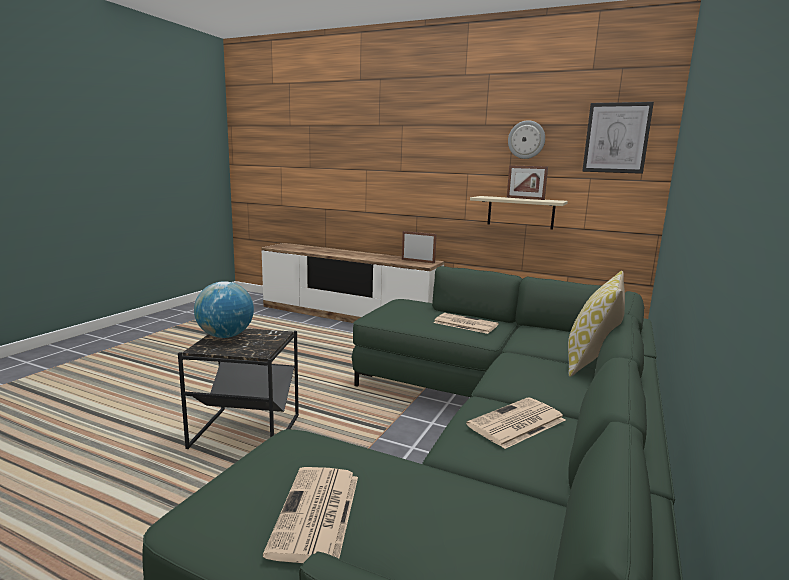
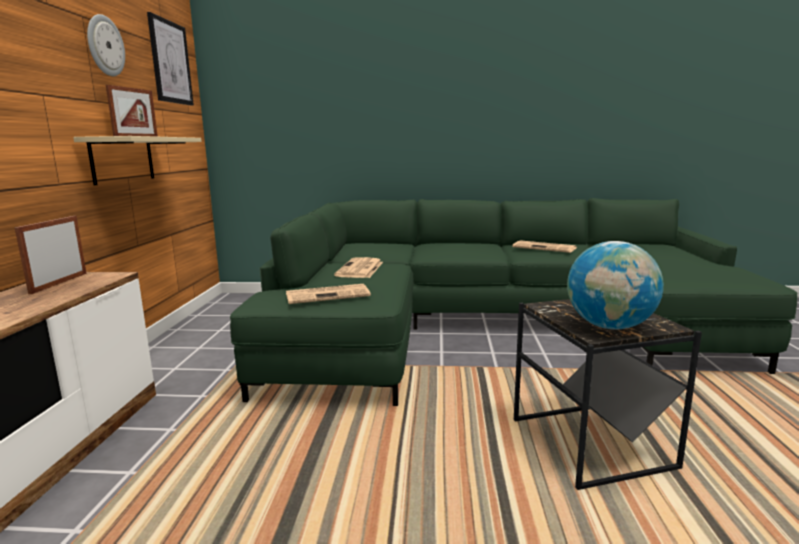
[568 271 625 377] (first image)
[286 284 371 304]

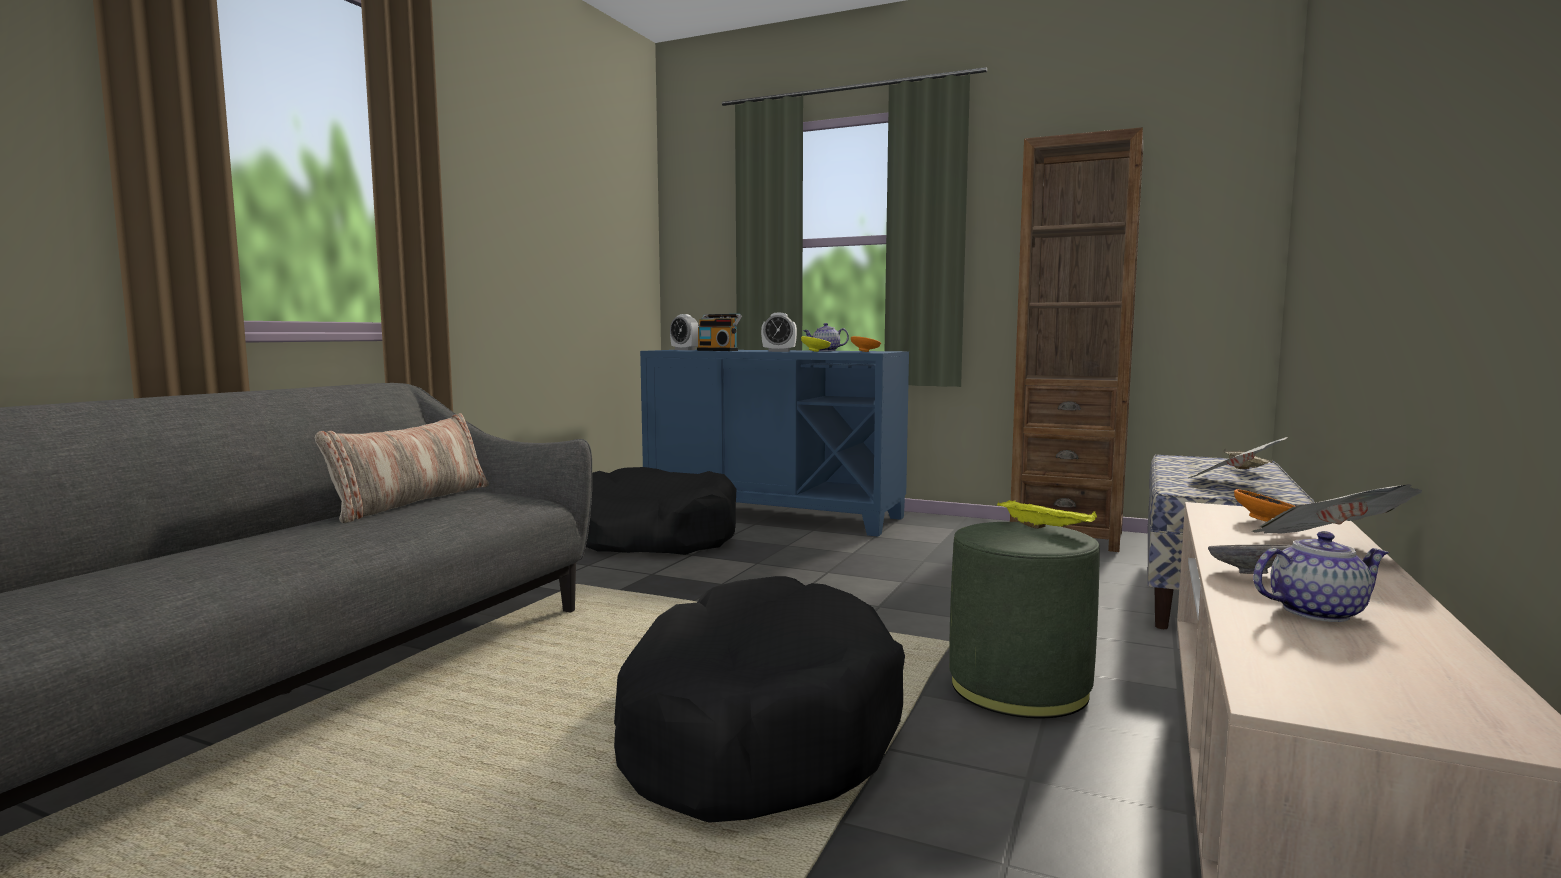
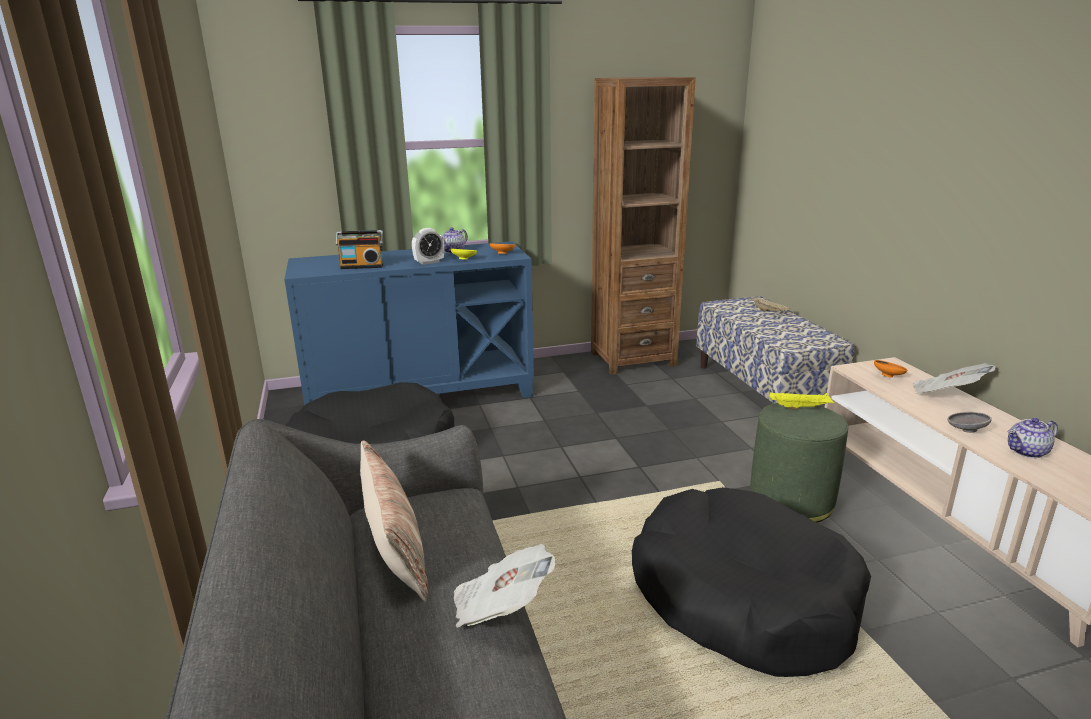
[670 314 699 350] (first image)
[454 544 555 628]
[1008 418 1058 458]

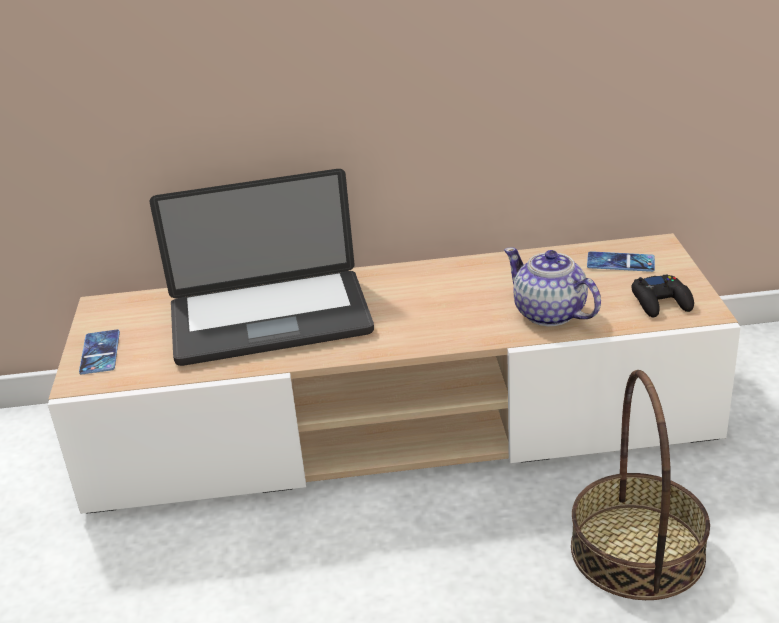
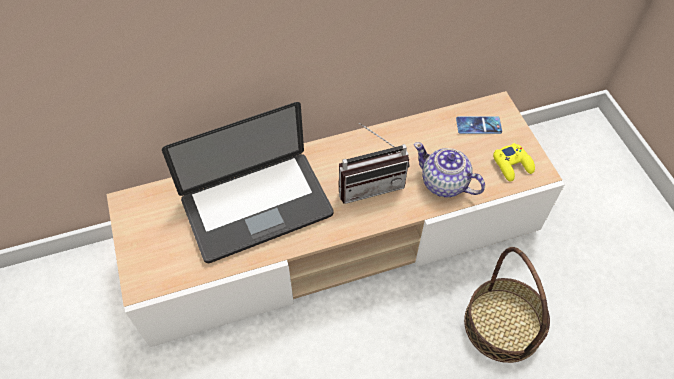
[79 330 120 374] (first image)
[339 123 410 204]
[493 143 535 182]

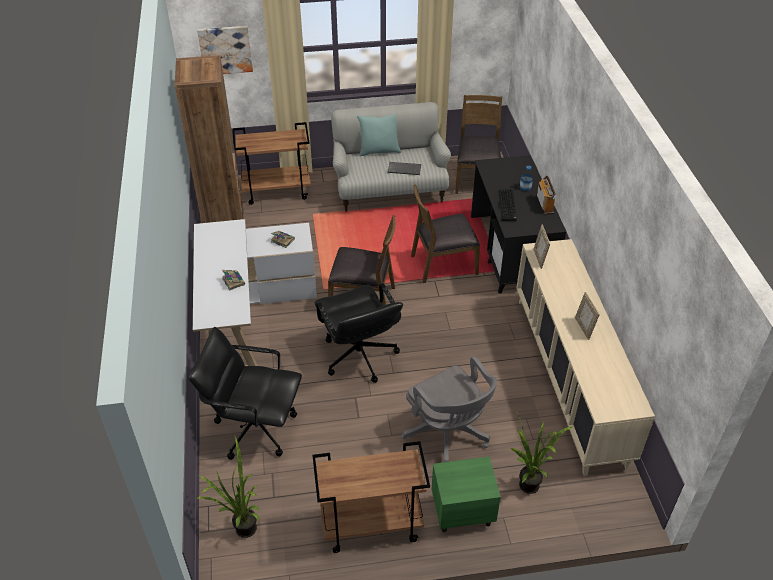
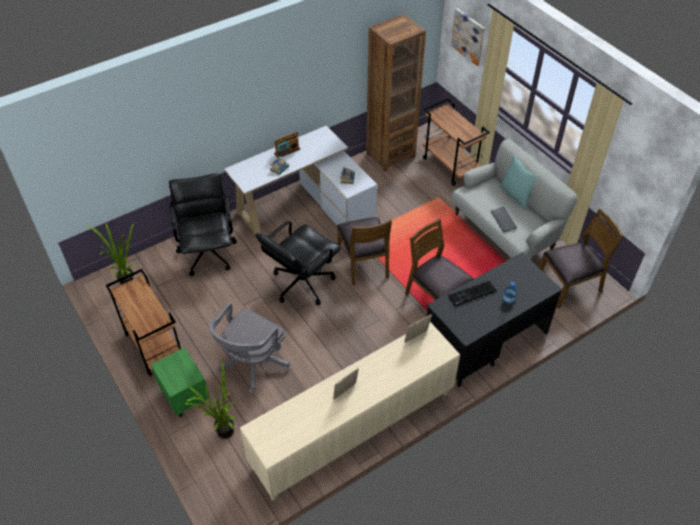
[274 132 300 158]

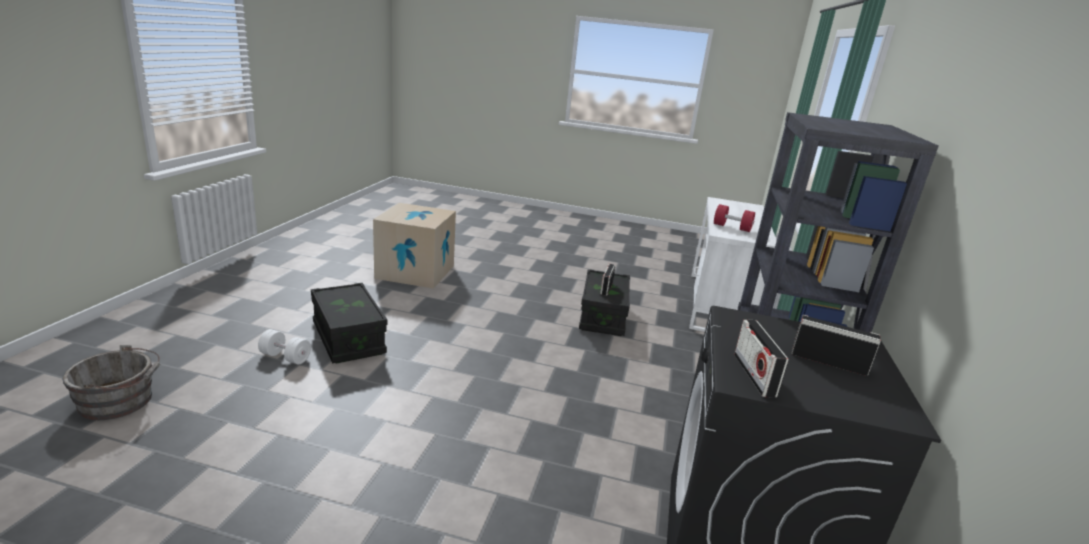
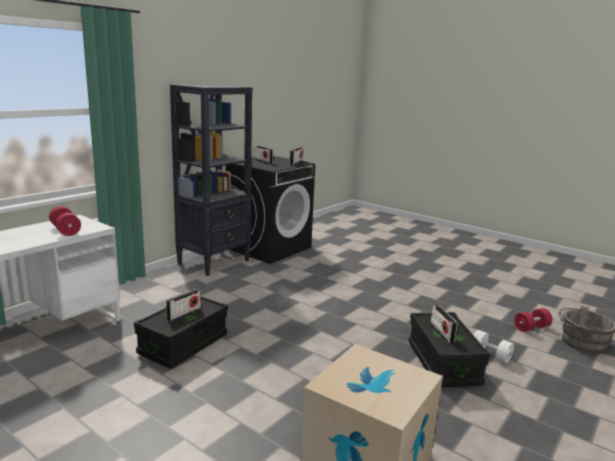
[430 305 458 343]
[514 308 552 332]

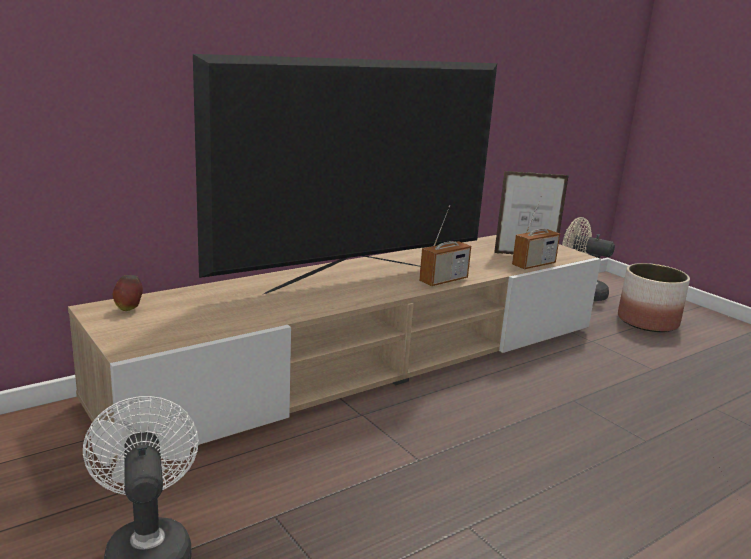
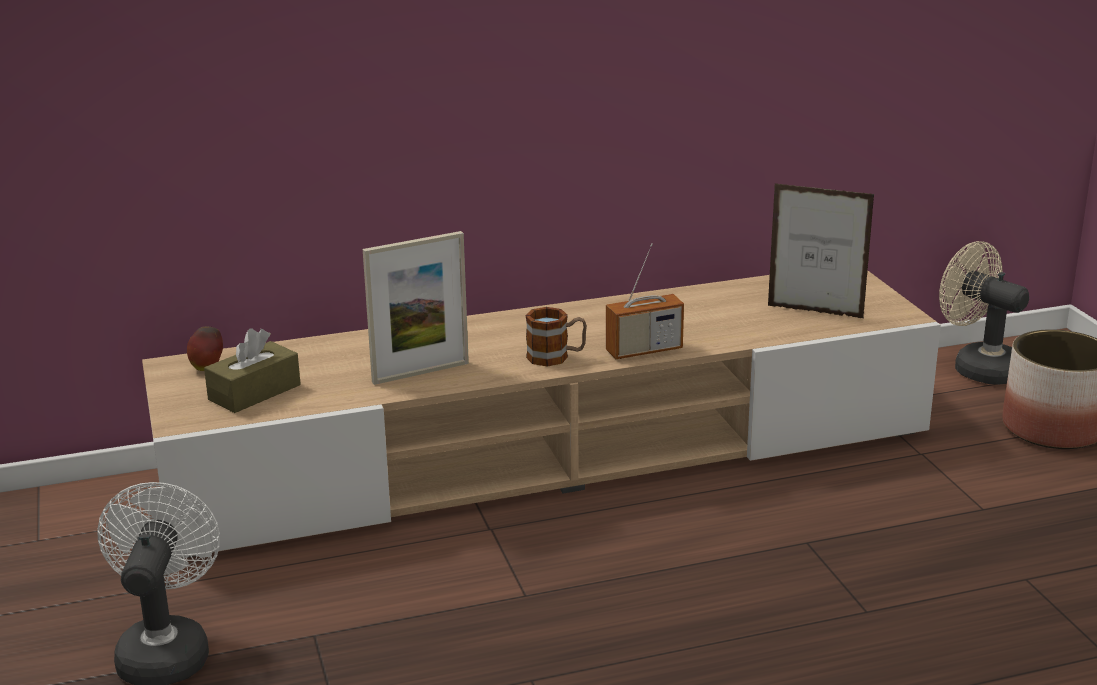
[193 54 497 294] (first image)
[512 196 560 269] (first image)
[204 329 301 413]
[363 231 469 385]
[526 307 587 366]

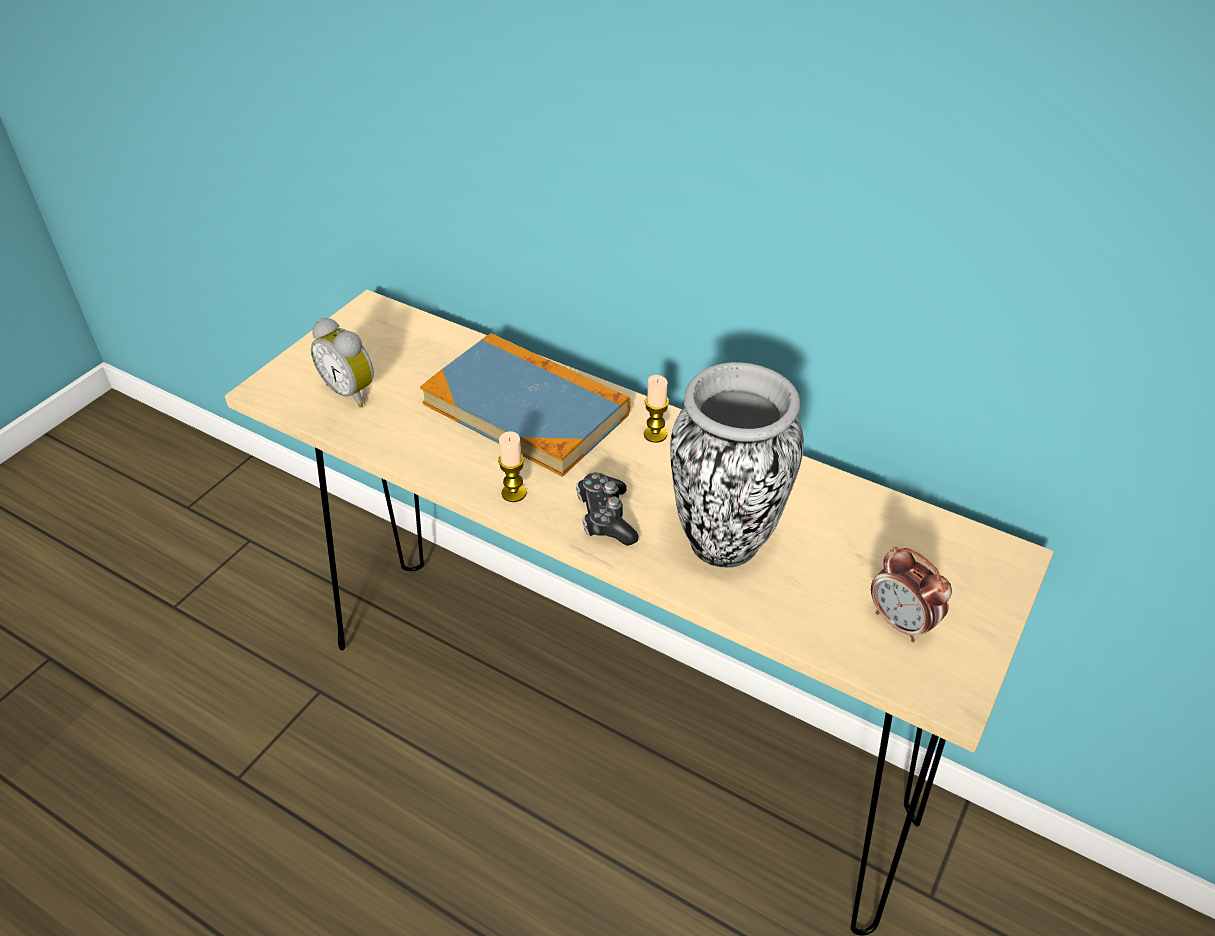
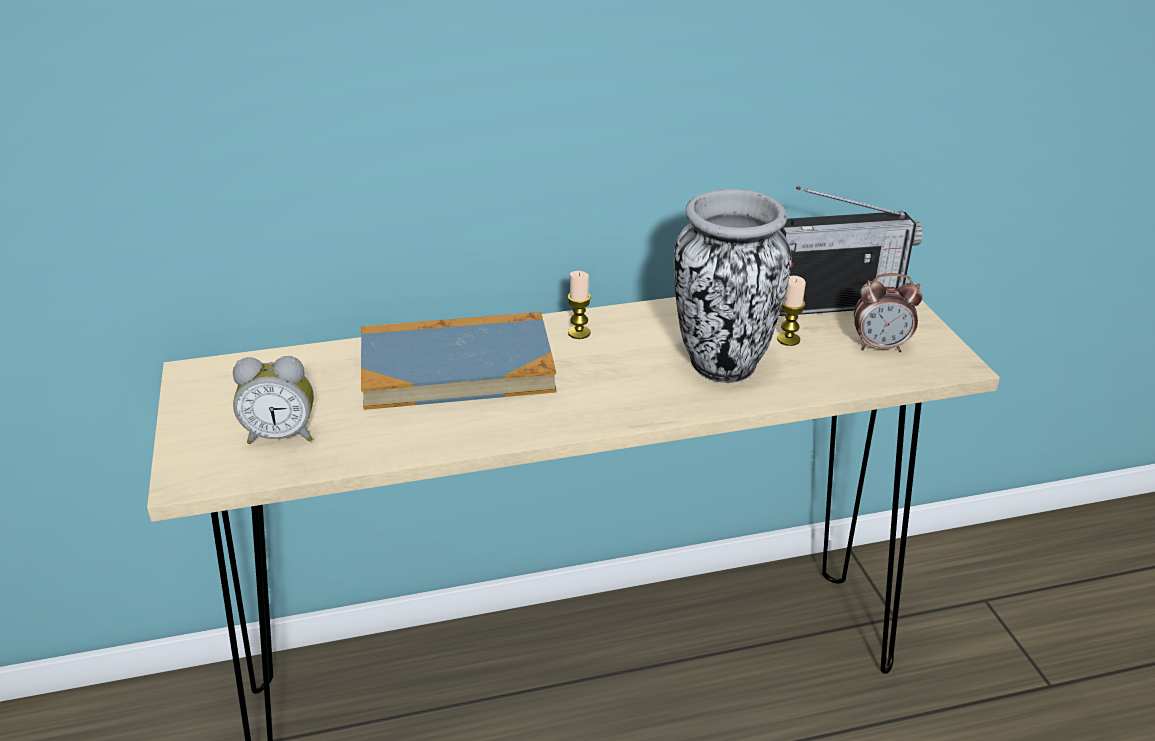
[576 473 638 546] (first image)
[779 186 923 316]
[777 276 806 346]

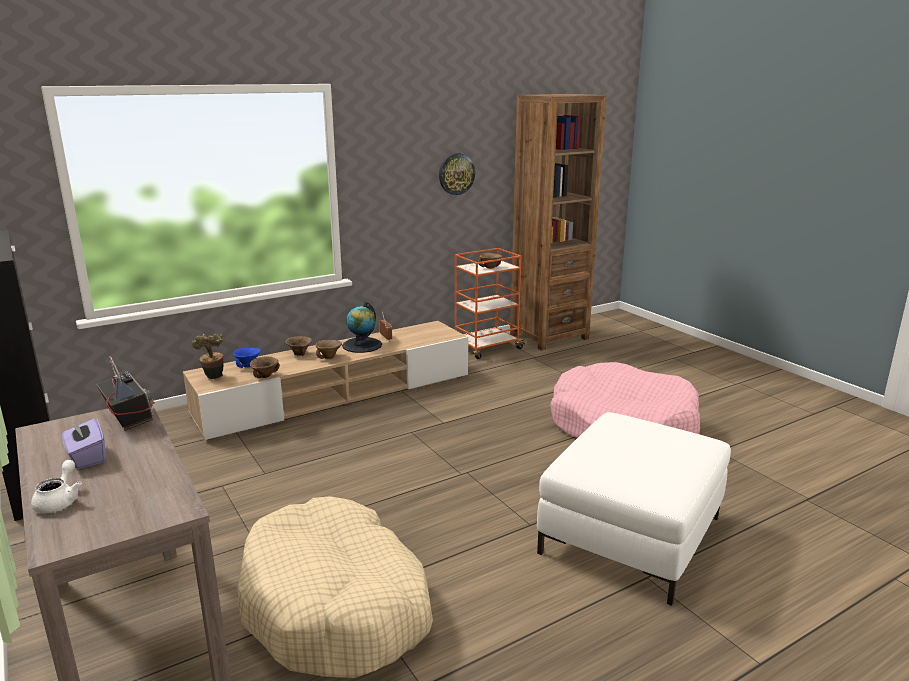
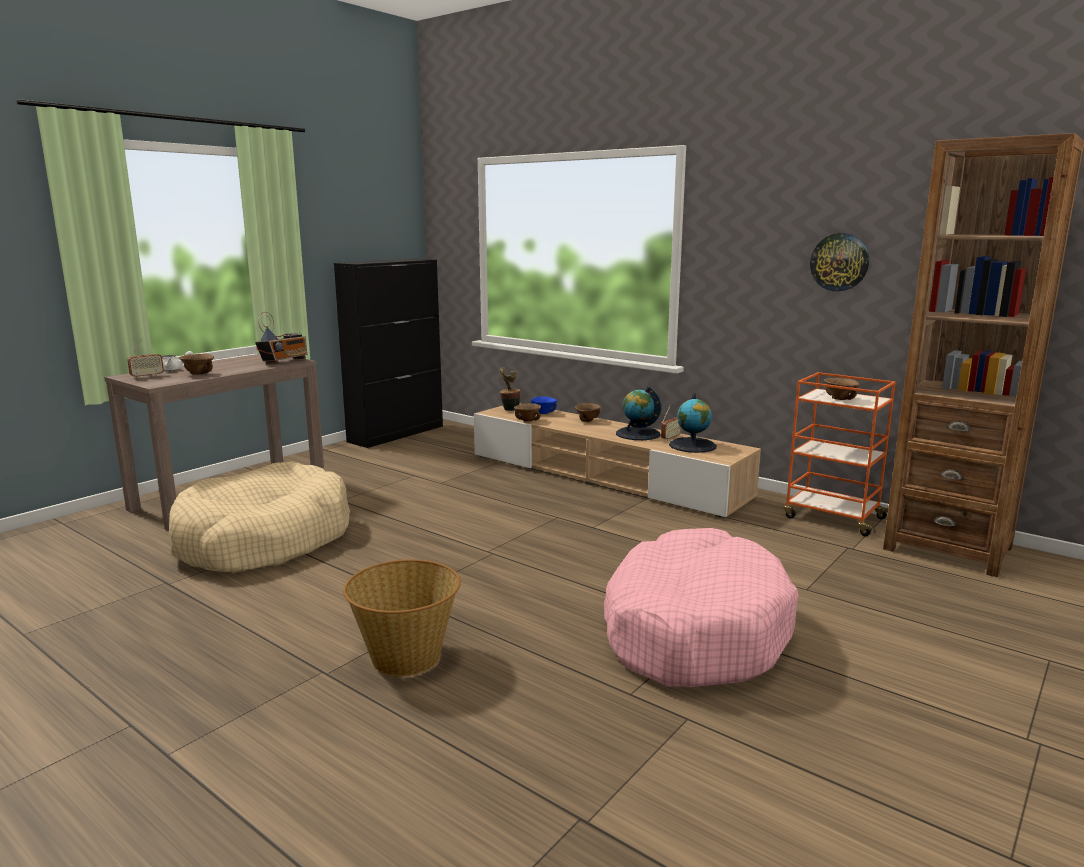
[62 418 105 469] (first image)
[127 339 164 378]
[669 393 717 453]
[179 354 214 375]
[343 559 461 677]

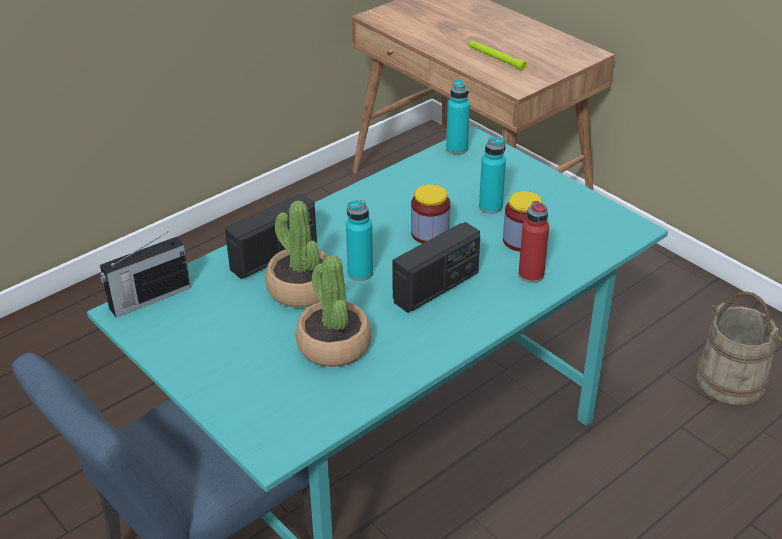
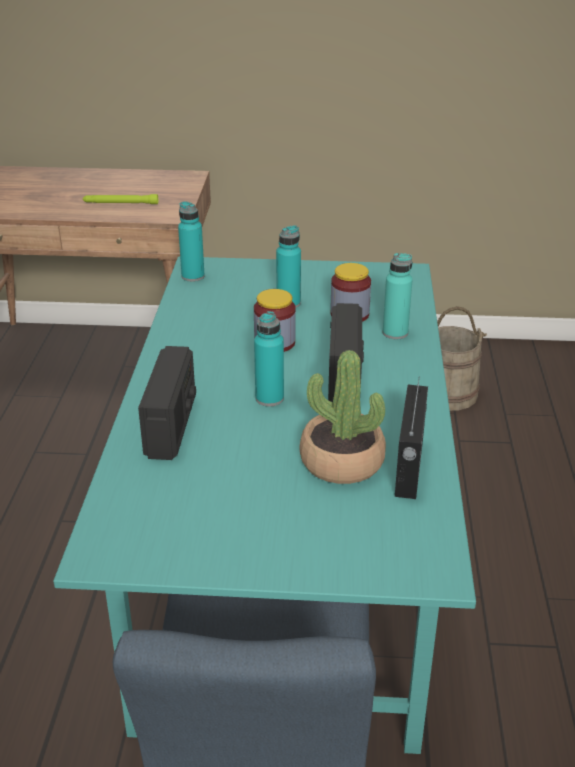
[265 201 328 308] (first image)
[395 376 428 499]
[383 253 413 339]

